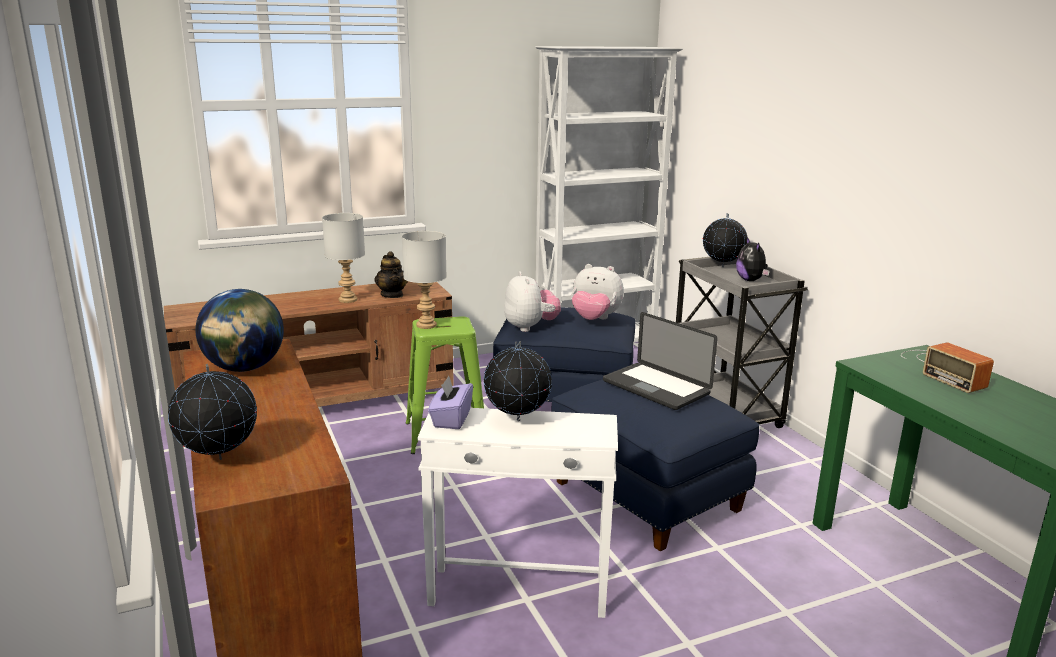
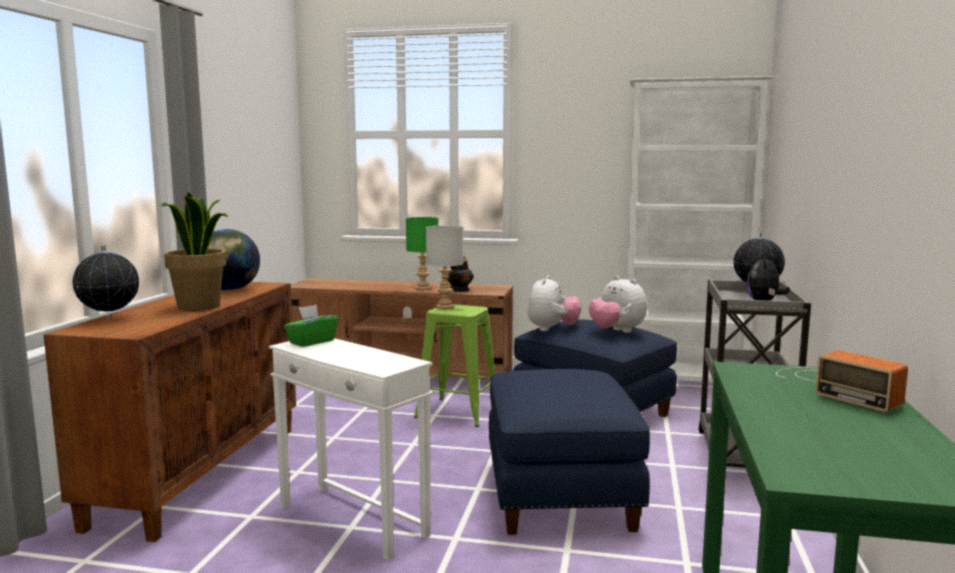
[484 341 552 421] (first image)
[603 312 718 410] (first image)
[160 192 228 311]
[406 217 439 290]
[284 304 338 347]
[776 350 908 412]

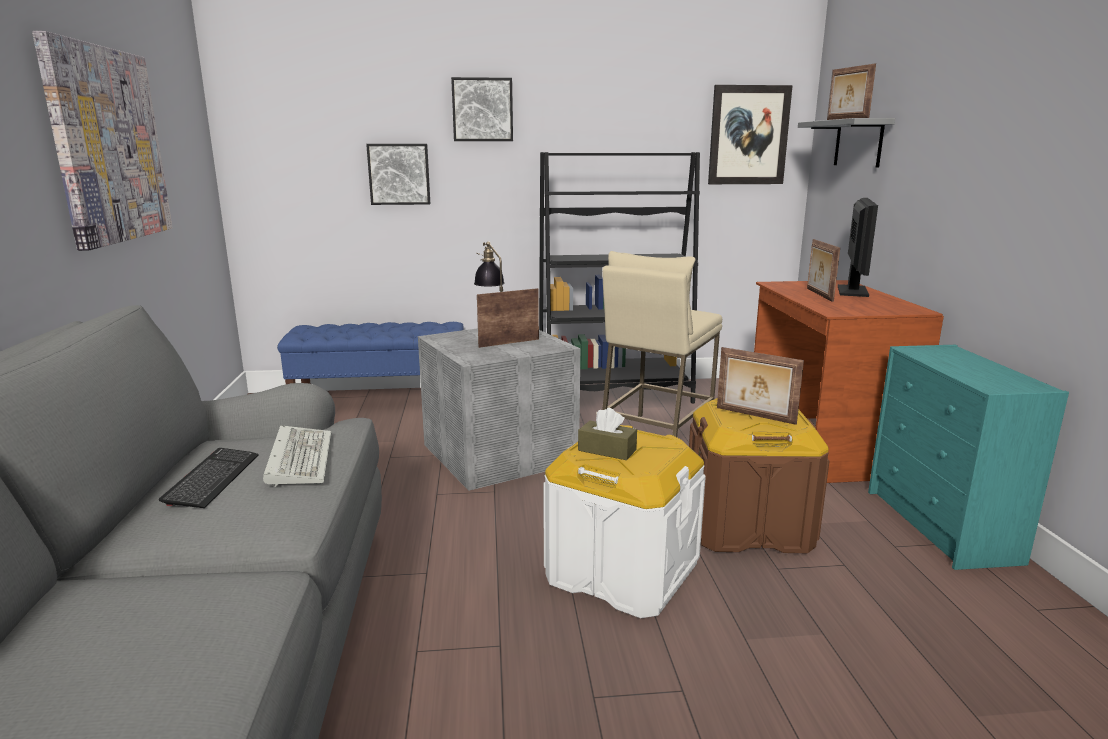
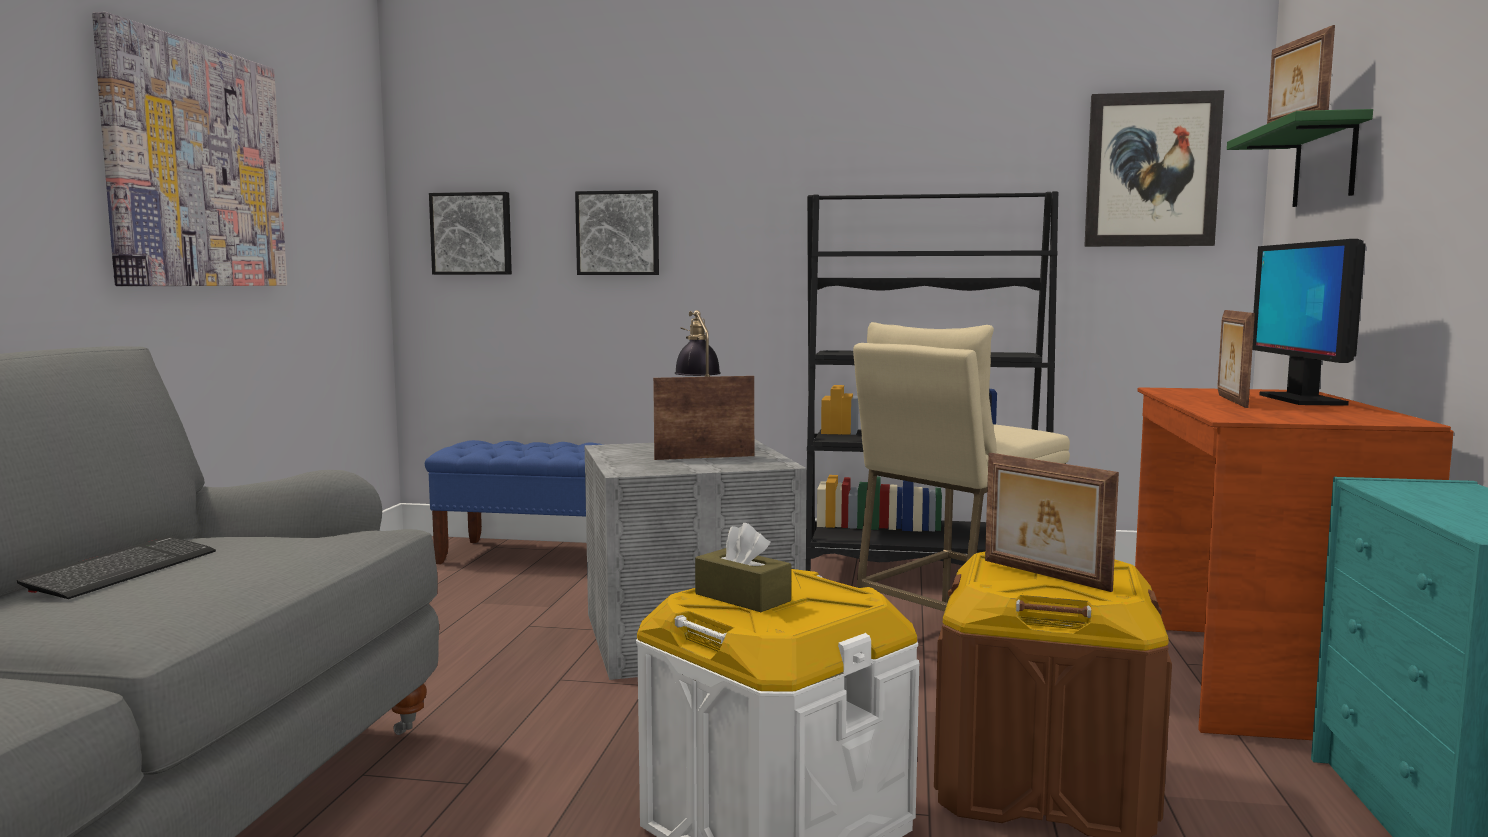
[263 425 331 487] (first image)
[429 192 512 275]
[1227 109 1373 207]
[1252 239 1366 406]

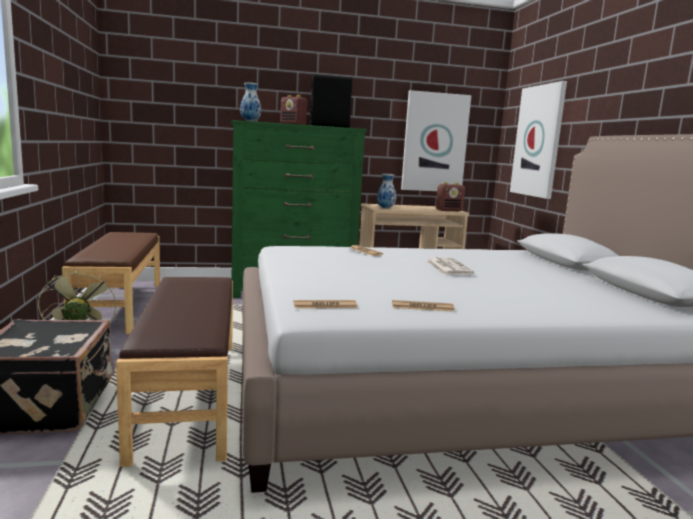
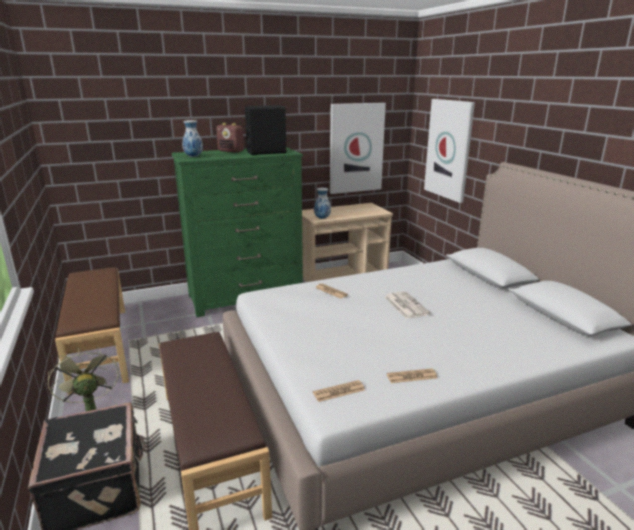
[436 182 465 211] (first image)

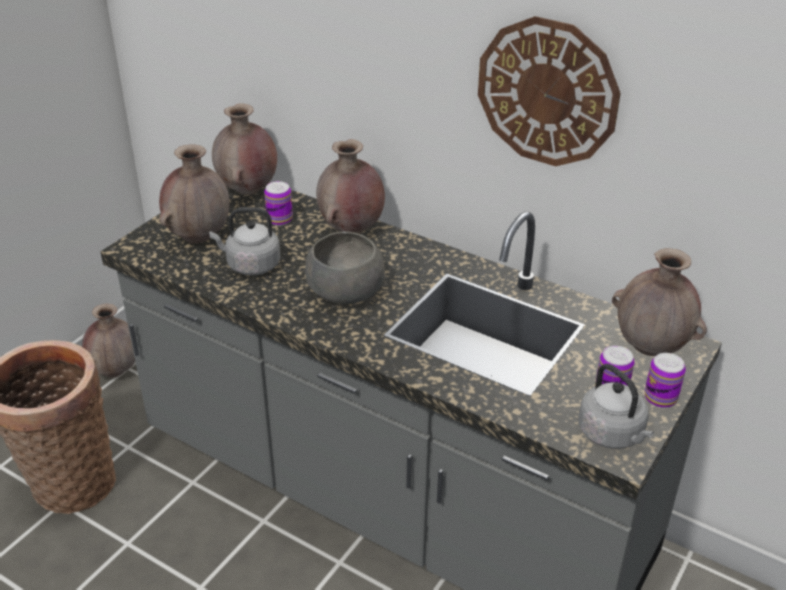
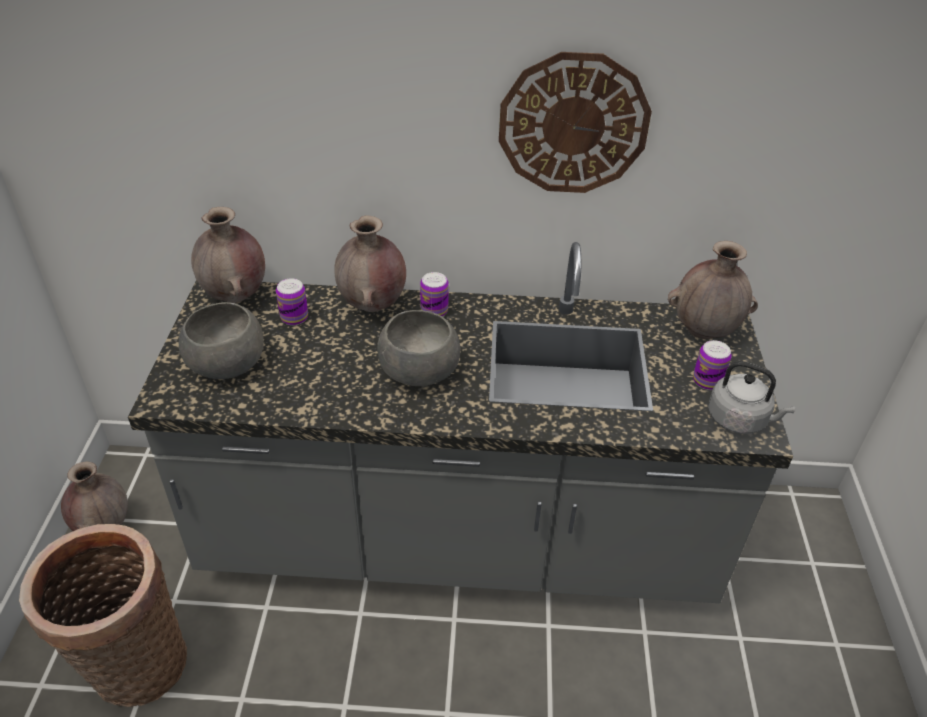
[209 207 281 276] (first image)
[420 272 449 317]
[179 302 264 379]

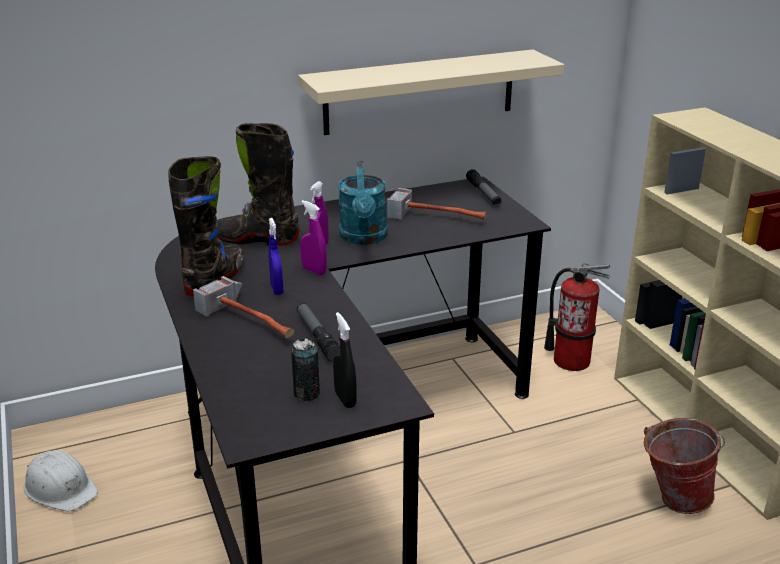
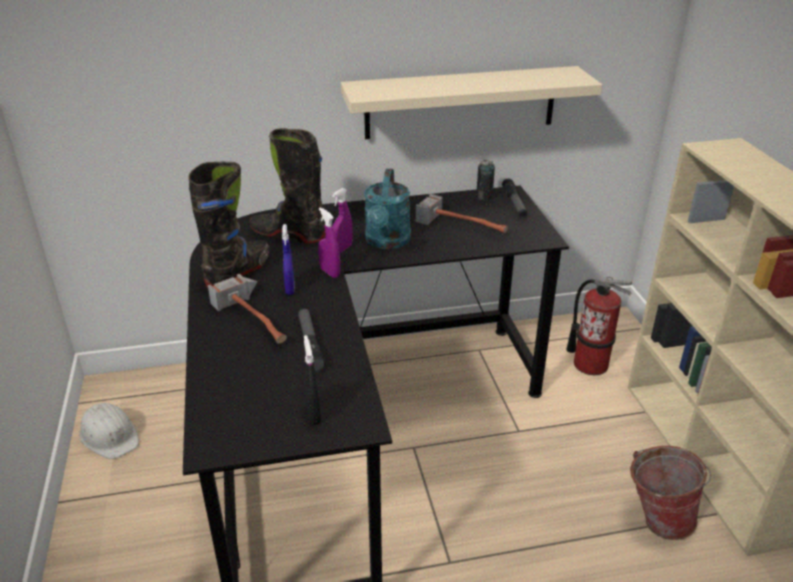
[476 160 495 201]

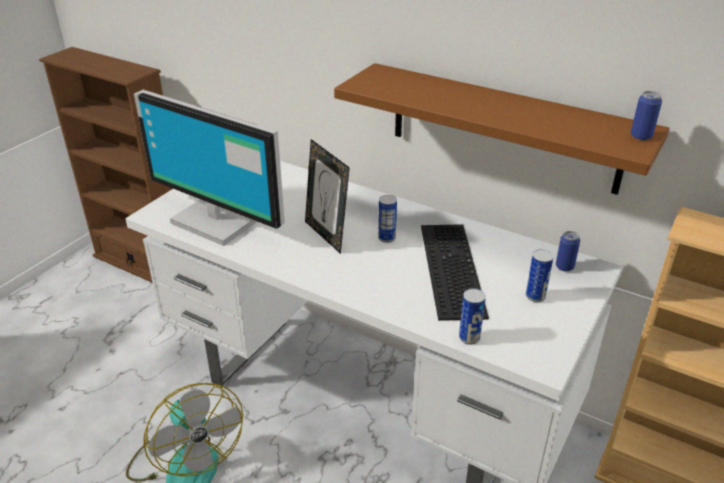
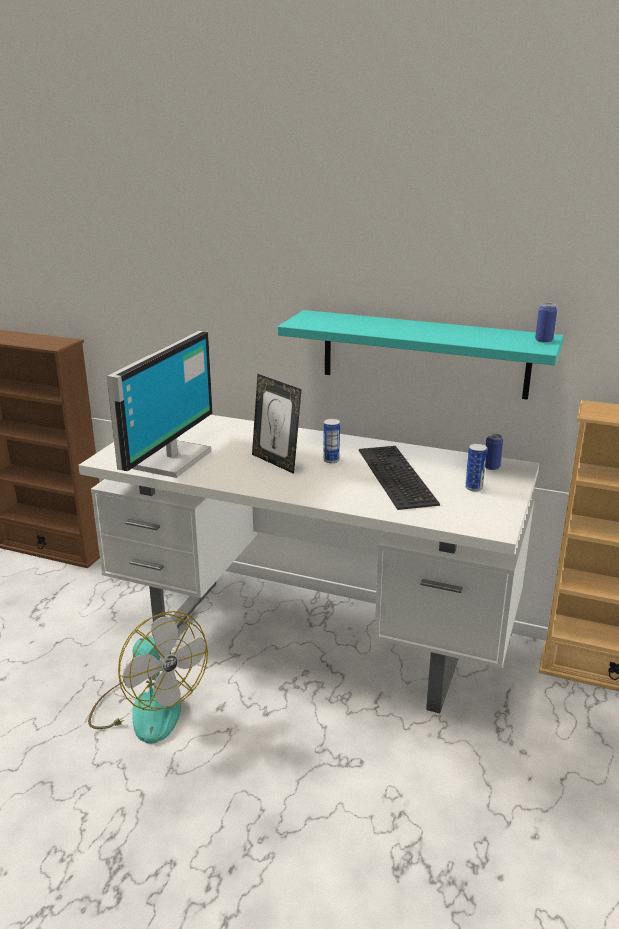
[459 288 486 345] (first image)
[278 310 564 400]
[107 331 213 478]

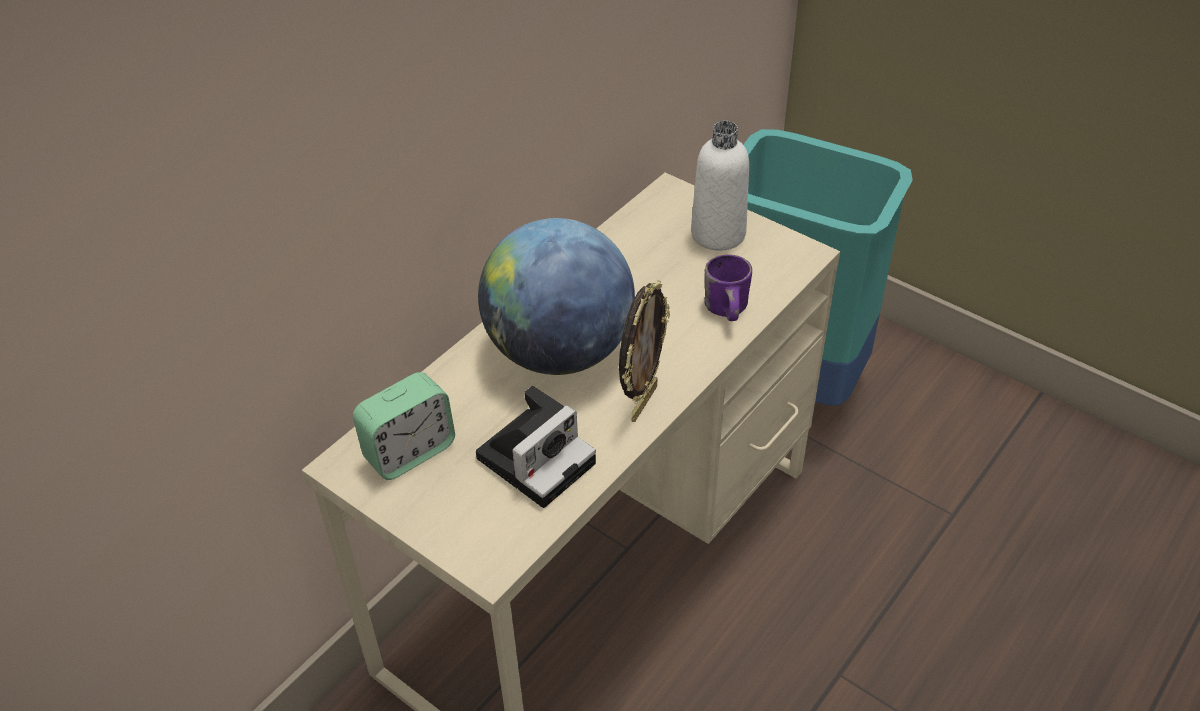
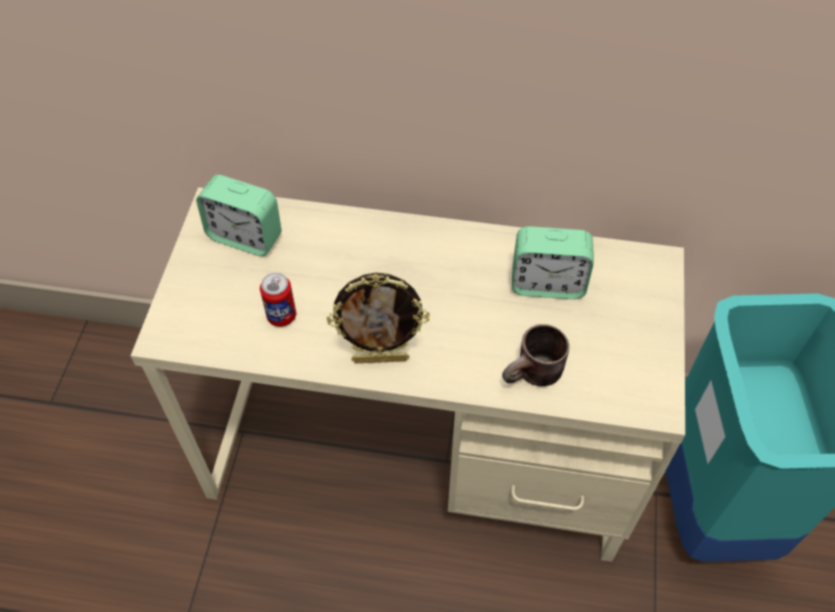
[478 218 635 375] (first image)
[691 121 749 251] (first image)
[512 226 594 299]
[260 273 296 327]
[502 324 569 386]

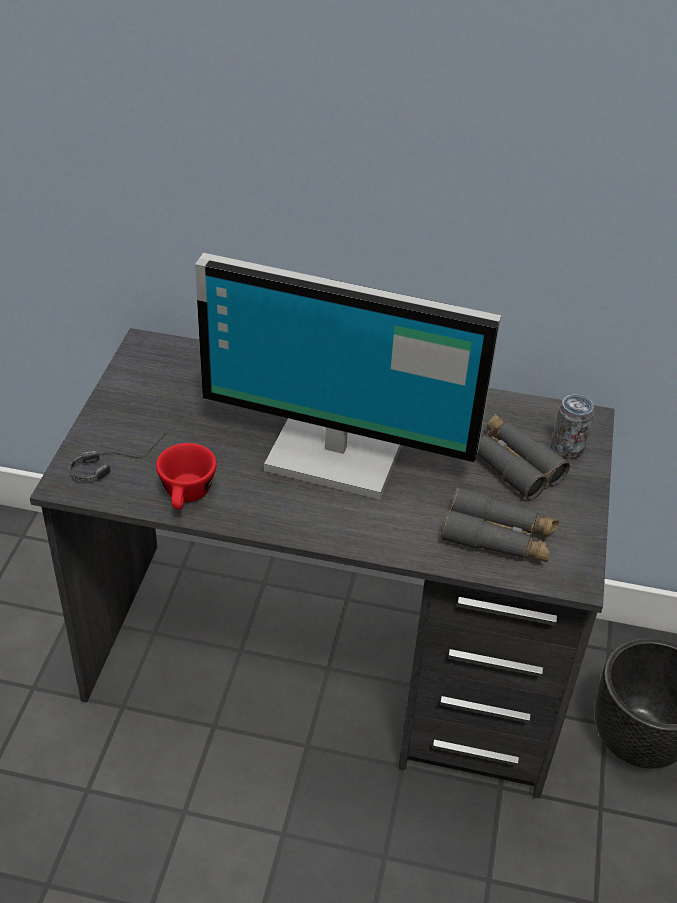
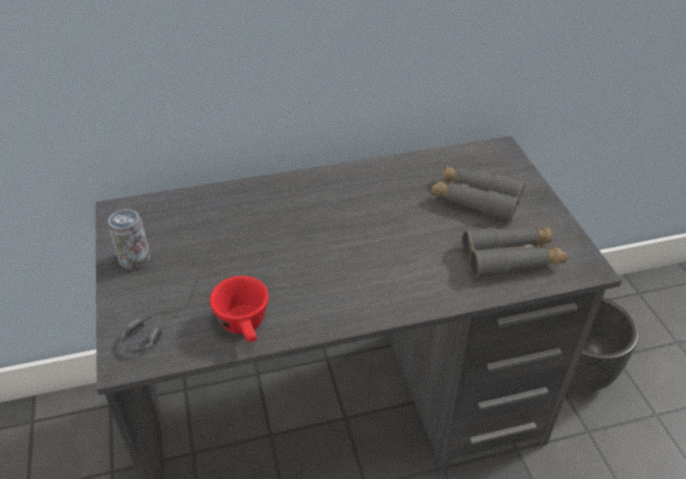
[195 253 501 500] (first image)
[108 209 151 269]

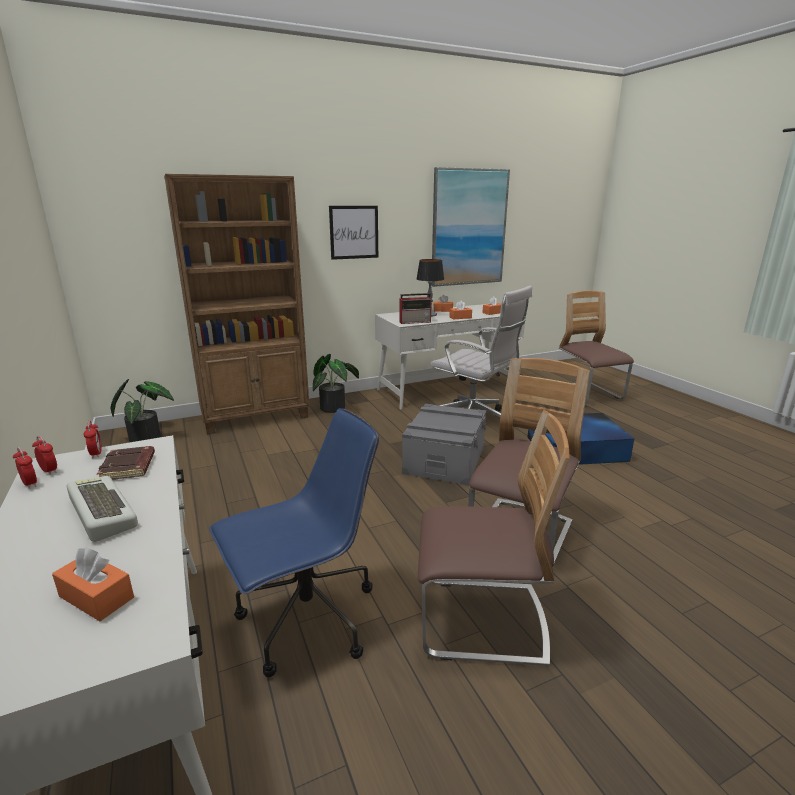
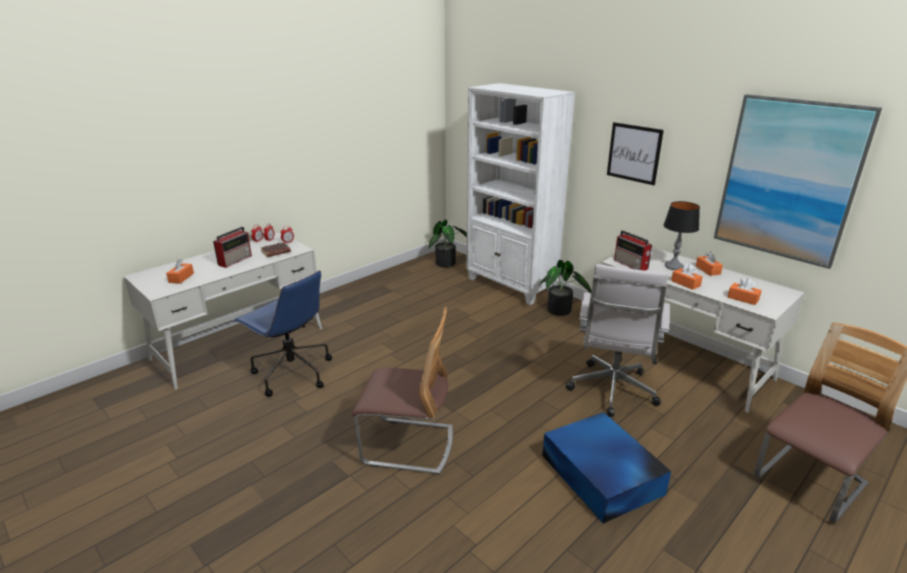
[402 404 486 486] (first image)
[418 410 570 666] (first image)
[213 227 252 268]
[466 83 575 305]

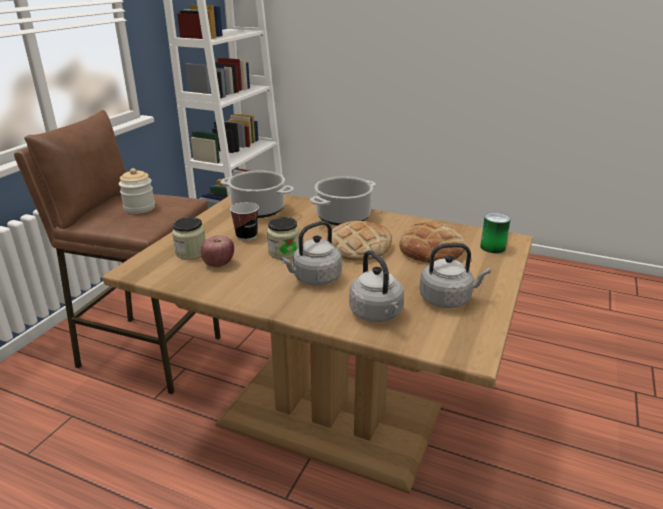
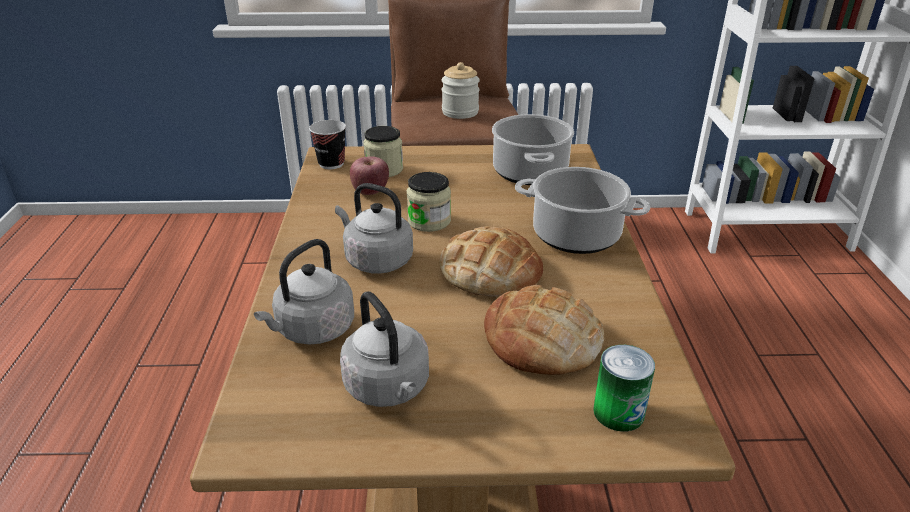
[309 120 346 169]

